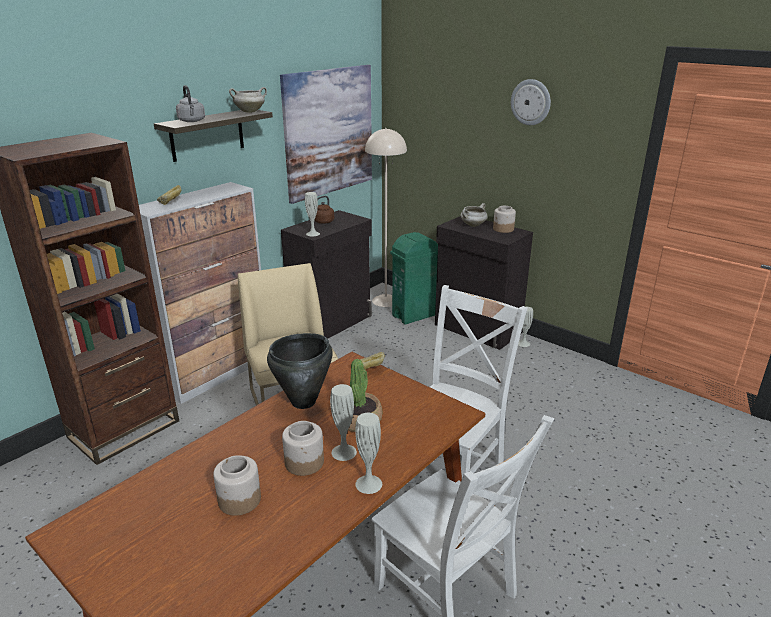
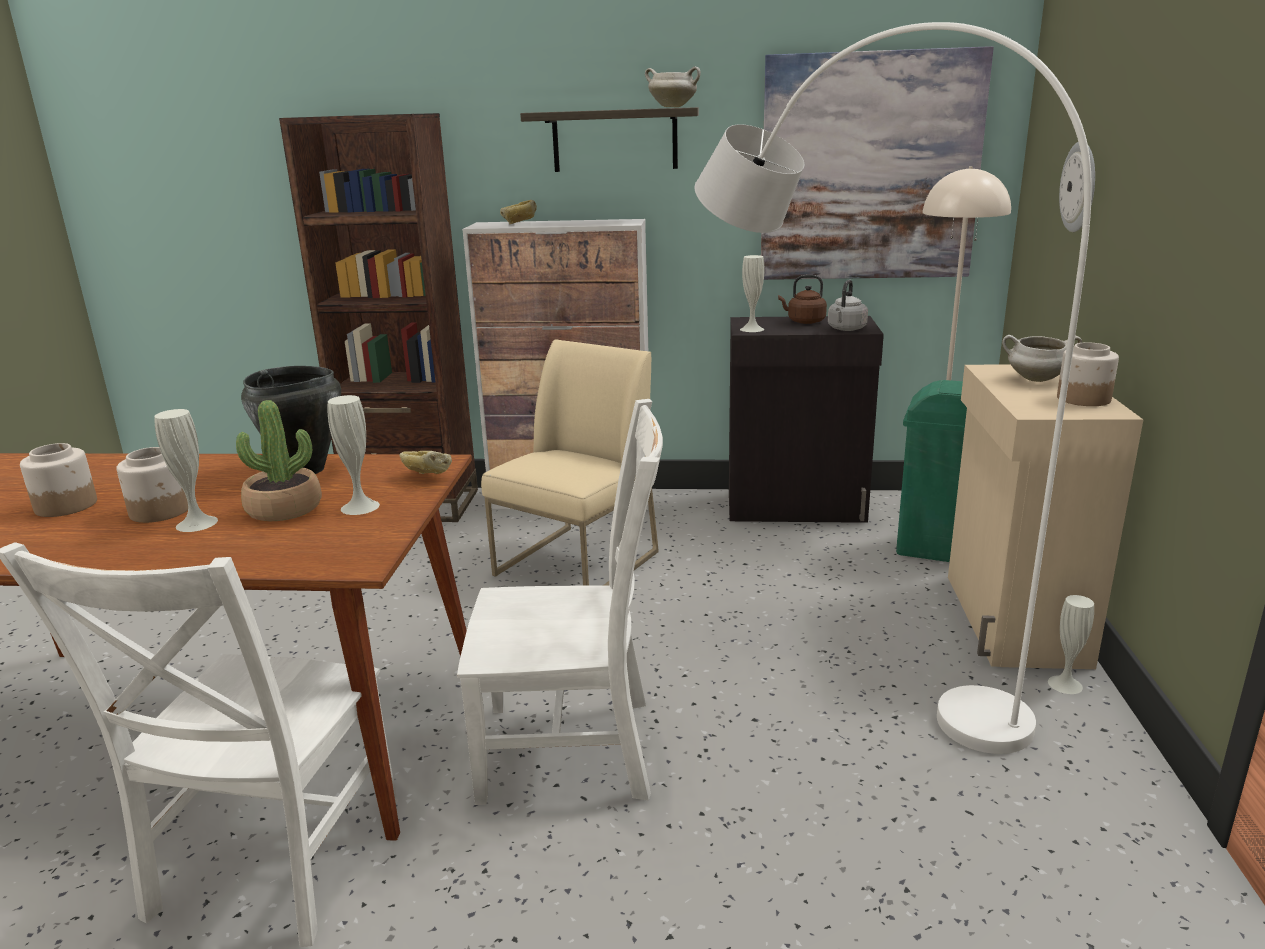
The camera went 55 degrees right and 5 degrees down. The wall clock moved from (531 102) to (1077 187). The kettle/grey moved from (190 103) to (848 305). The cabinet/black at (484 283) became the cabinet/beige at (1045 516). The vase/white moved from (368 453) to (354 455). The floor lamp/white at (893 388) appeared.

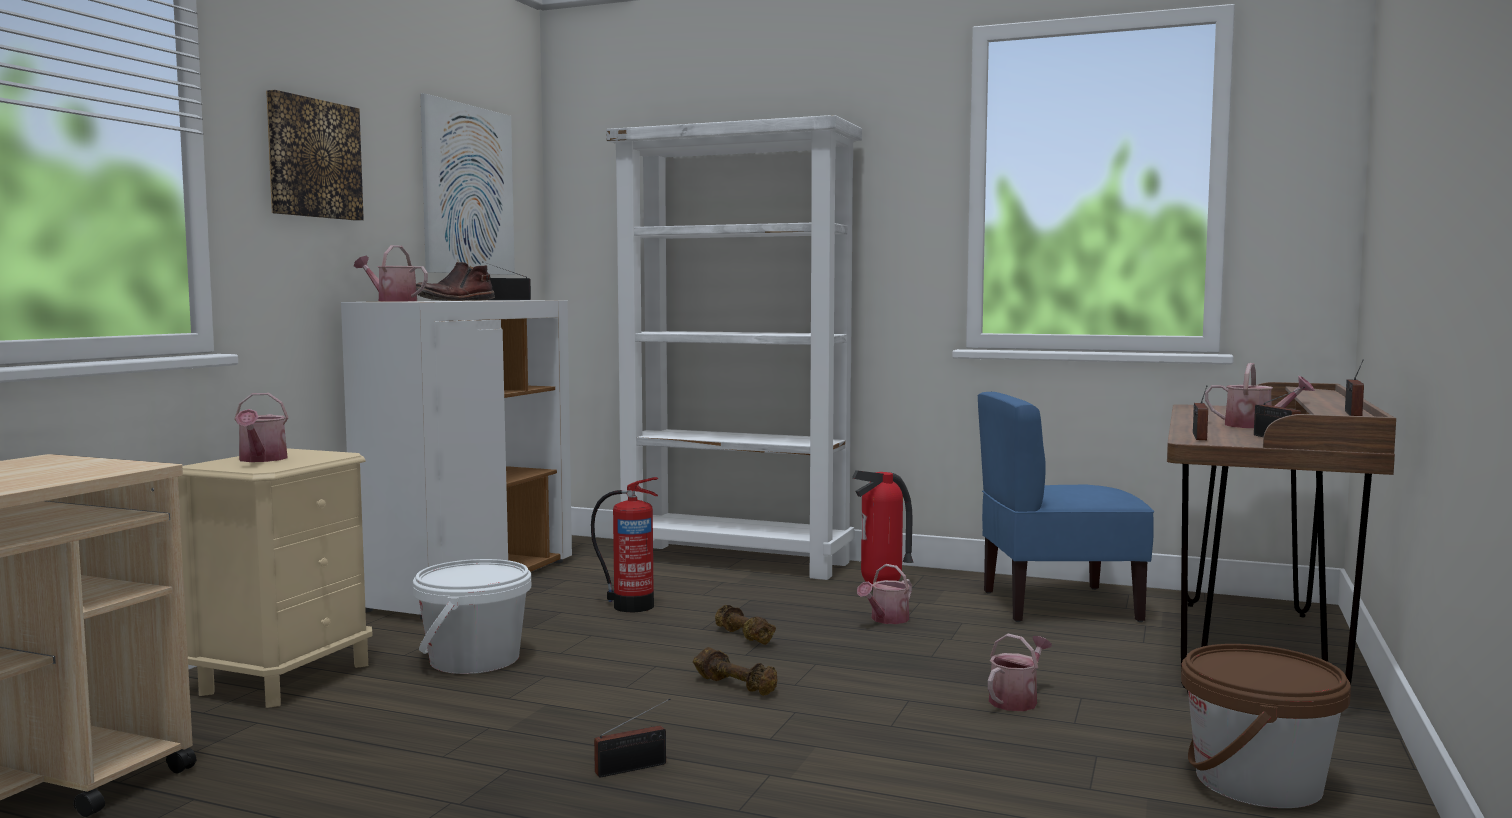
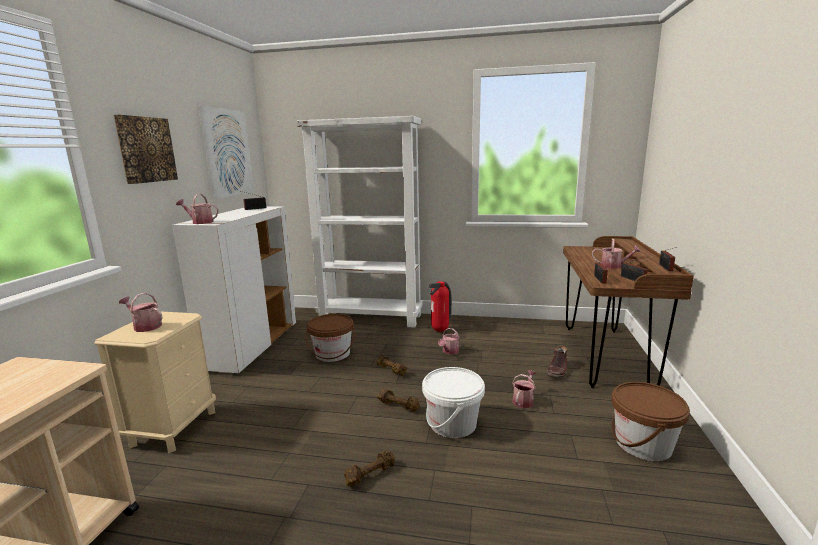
The camera went 10 degrees left and 10 degrees up. The boot/brown moved from (455 281) to (557 362). The chair/blue at (1066 507) disappeared. The watering can at (262 427) turned 135 degrees clockwise. The fire extinguisher at (624 544) was replaced by the bucket/brown at (330 338). The bucket/white moved from (472 616) to (453 402). The radio at (632 738) was replaced by the dumbbell/brown at (369 468).

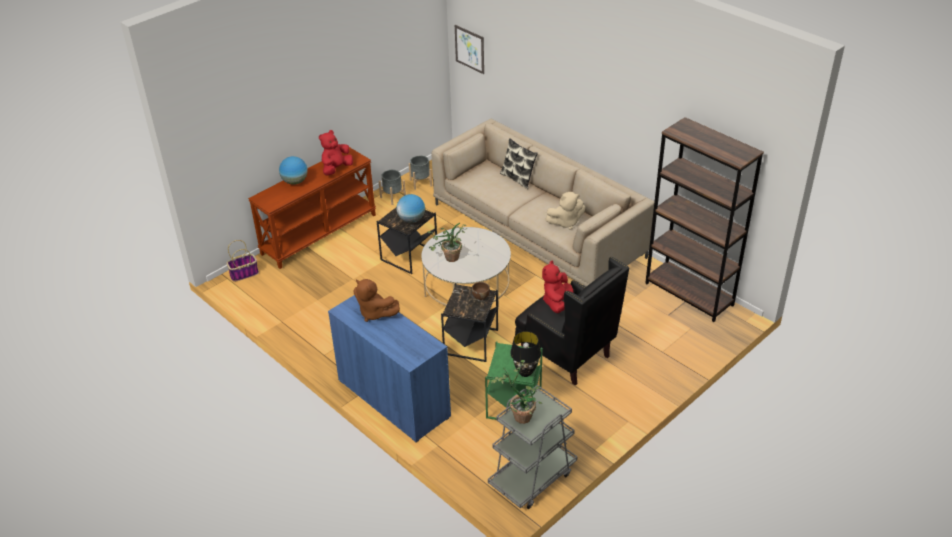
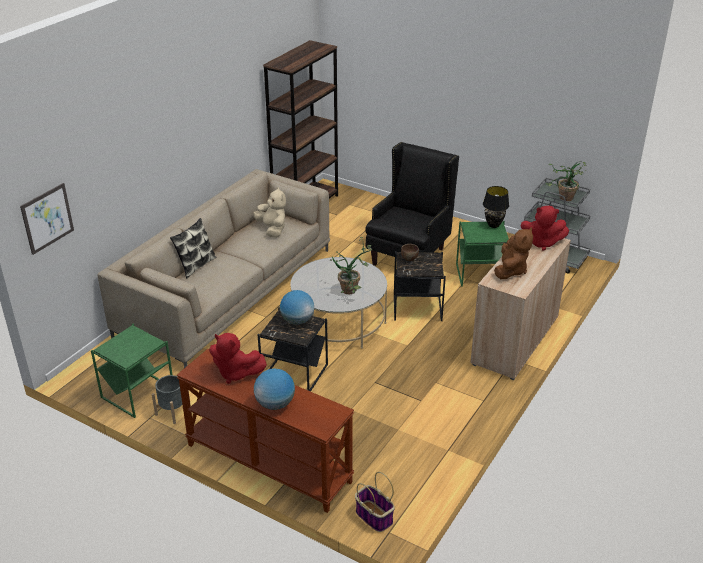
The camera went 105 degrees left and 5 degrees down. The planter/grey at (420 173) was replaced by the side table/green at (132 371). The plush toy/red moved from (558 287) to (544 228). The cabinet/blue at (389 369) became the cabinet/beige at (520 309).

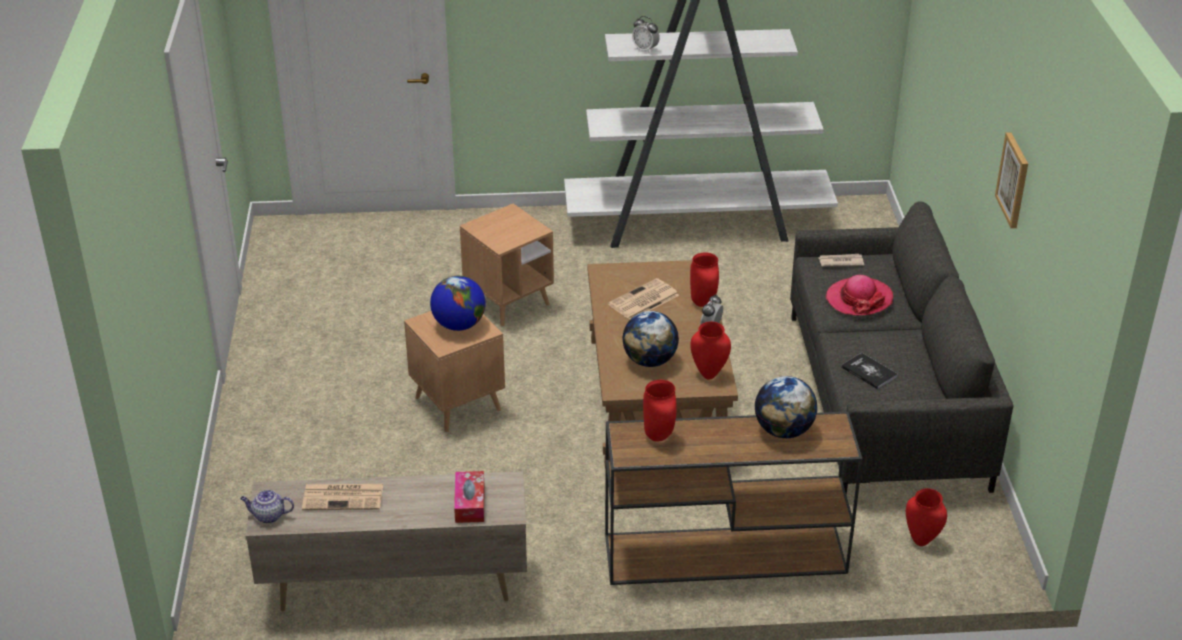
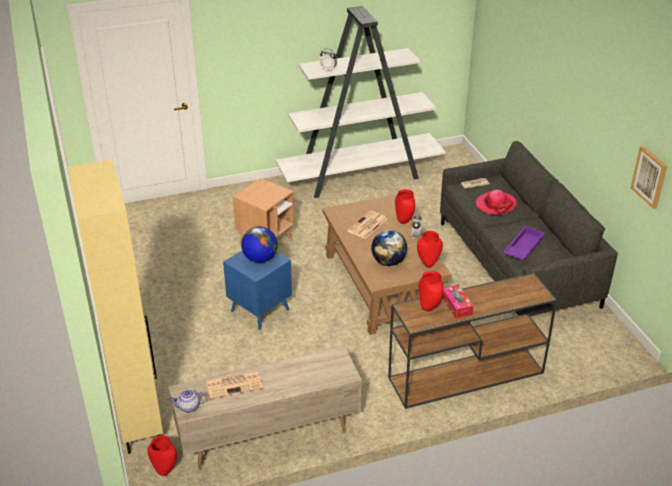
The camera went 15 degrees left and 0 degrees up. The picture moved from (1011 180) to (649 177). The side table/brown at (454 372) became the side table/blue at (257 290). The book at (869 371) was replaced by the tray/purple at (524 243). The globe at (786 407) disappeared. The tissue box moved from (469 497) to (457 302). The vase/red moved from (926 517) to (162 455). The cabinet/beige at (115 307) appeared.

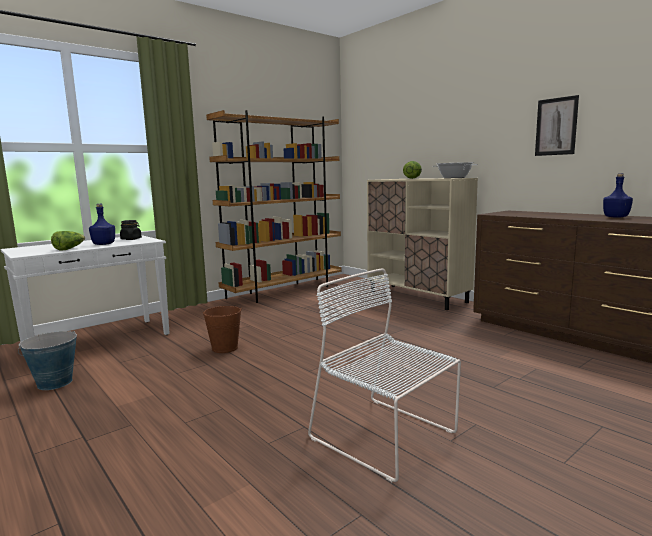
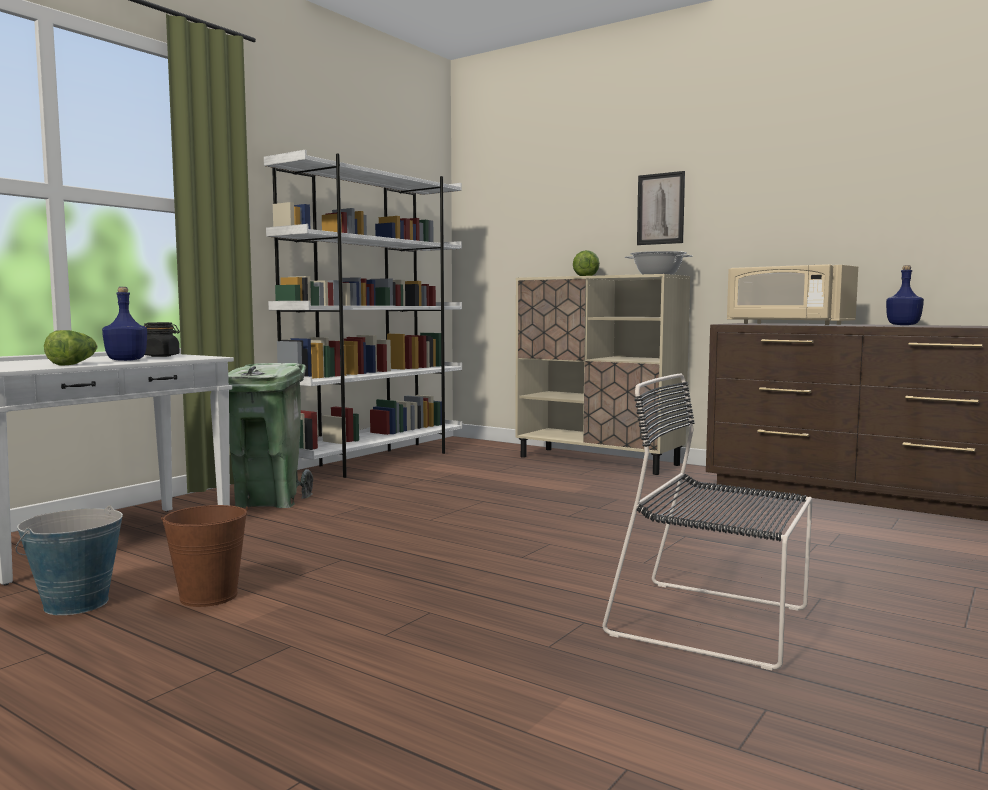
The camera went 15 degrees left and 5 degrees down. The picture moved from (557 125) to (661 208). The bookcase/brown at (273 206) became the bookcase/white at (363 314). The chair/white at (384 375) became the chair/black at (707 521). The bucket/brown moved from (222 329) to (204 556). The microwave/beige at (792 294) appeared. The trash can/green at (270 435) appeared.

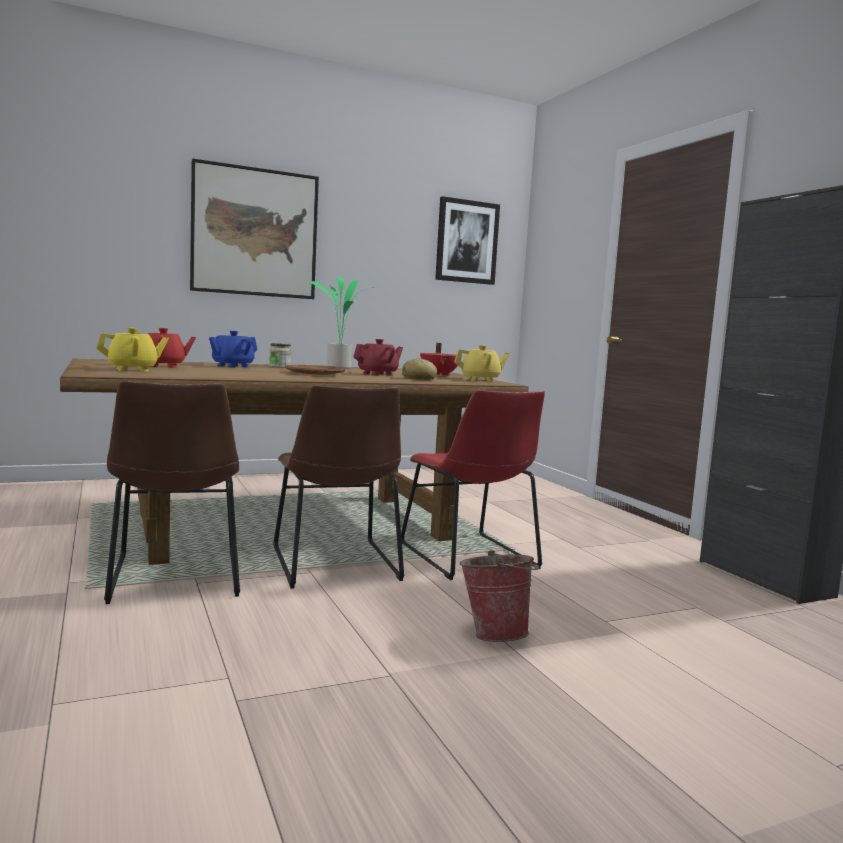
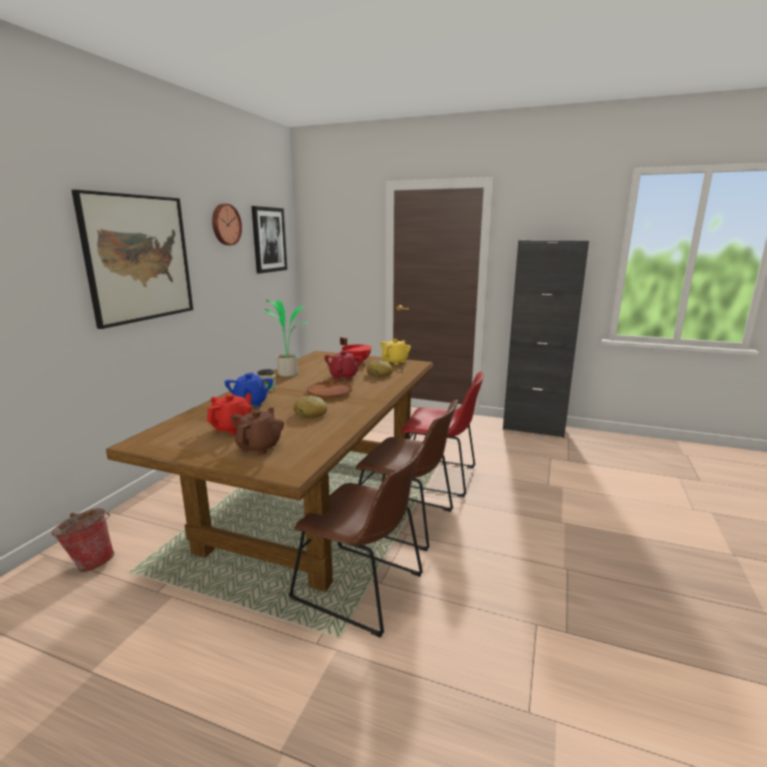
The camera went 45 degrees left and 10 degrees up. The teapot/yellow at (132 350) became the teapot/brown at (257 430). The bucket moved from (499 596) to (83 540). The wall clock at (227 224) appeared. The bread at (310 407) appeared.

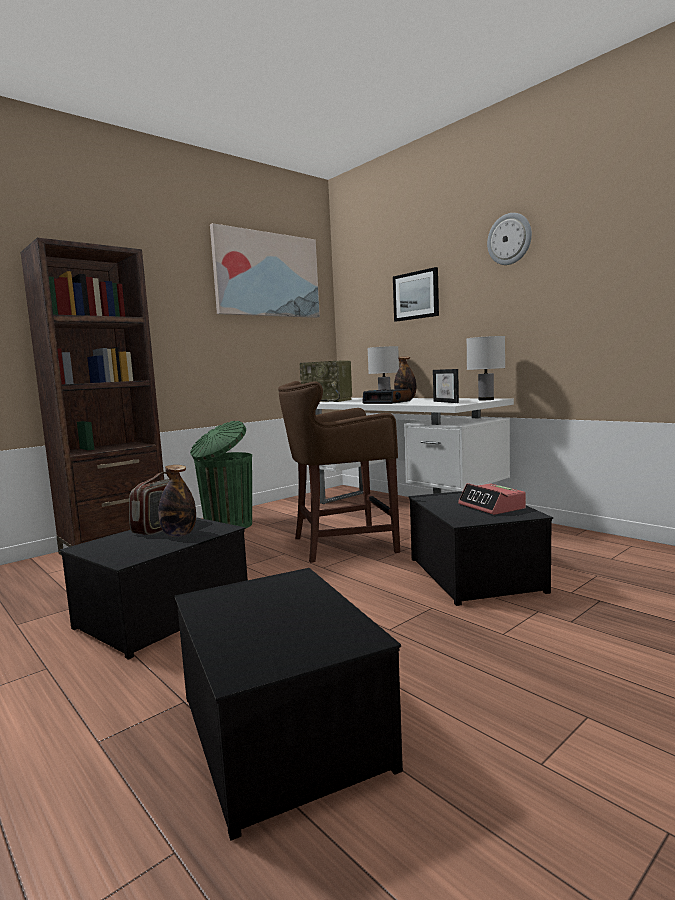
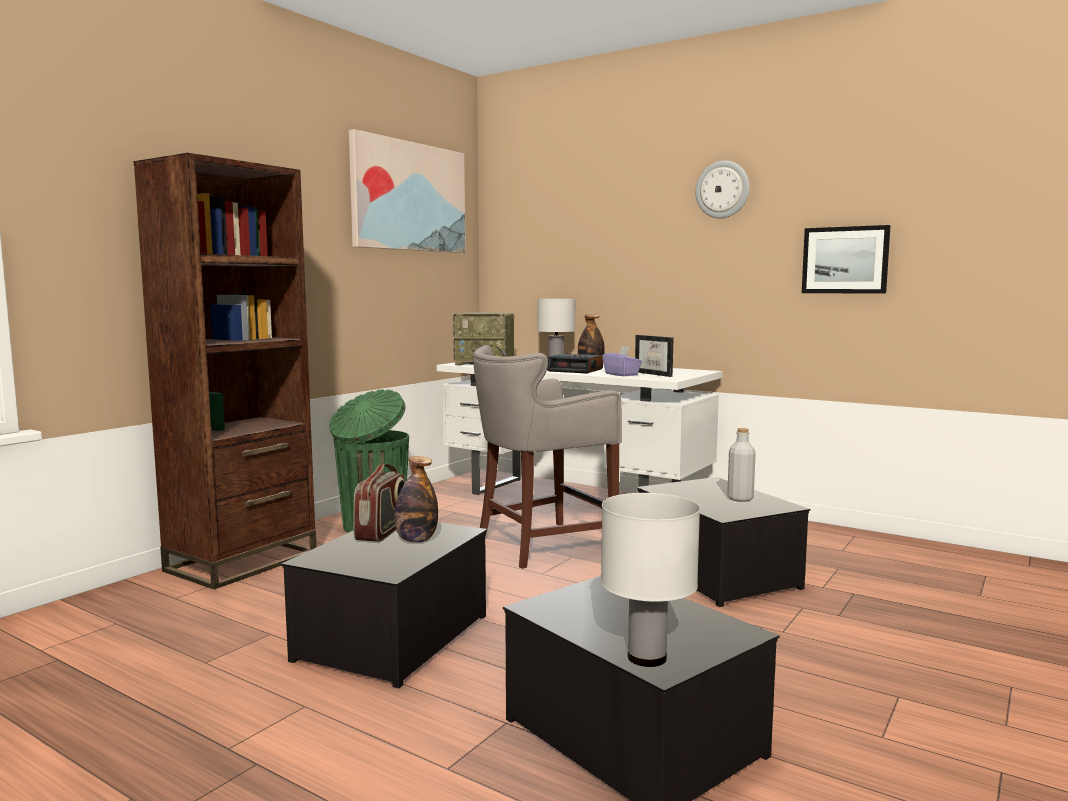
The camera went 15 degrees left and 0 degrees up. The picture moved from (416 294) to (846 259). The table lamp/white moved from (485 368) to (650 580). The stool/brown at (339 472) became the stool/grey at (547 457). The alarm clock at (492 499) was replaced by the bottle/grey at (741 465). The tissue box/purple at (622 361) appeared.

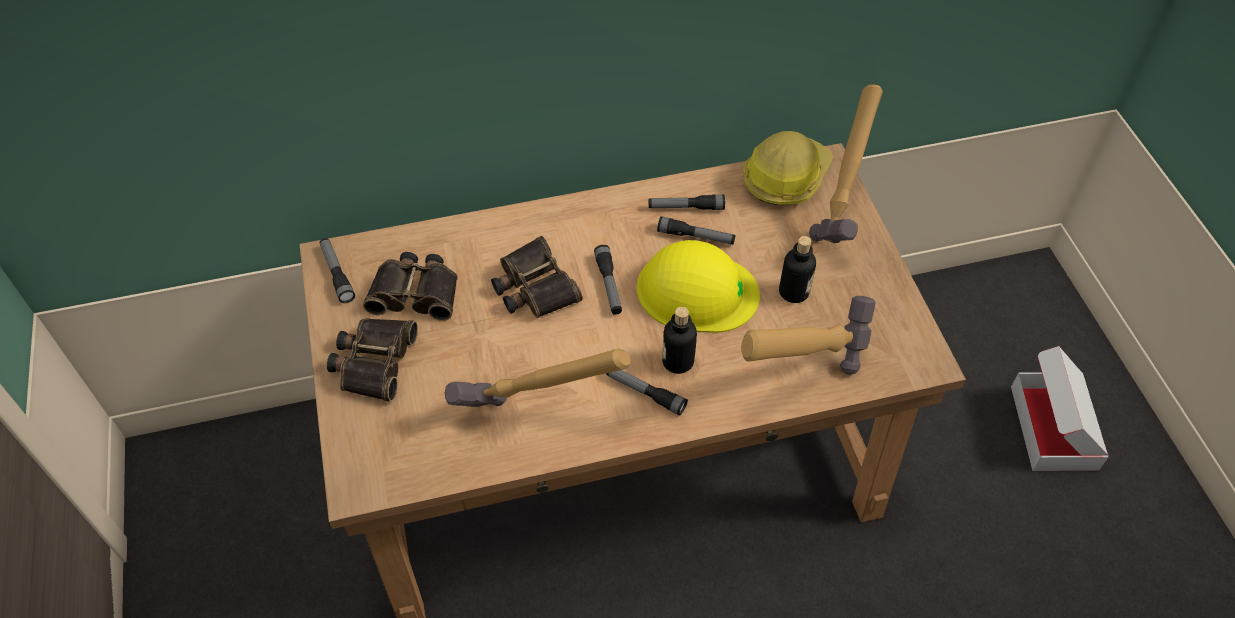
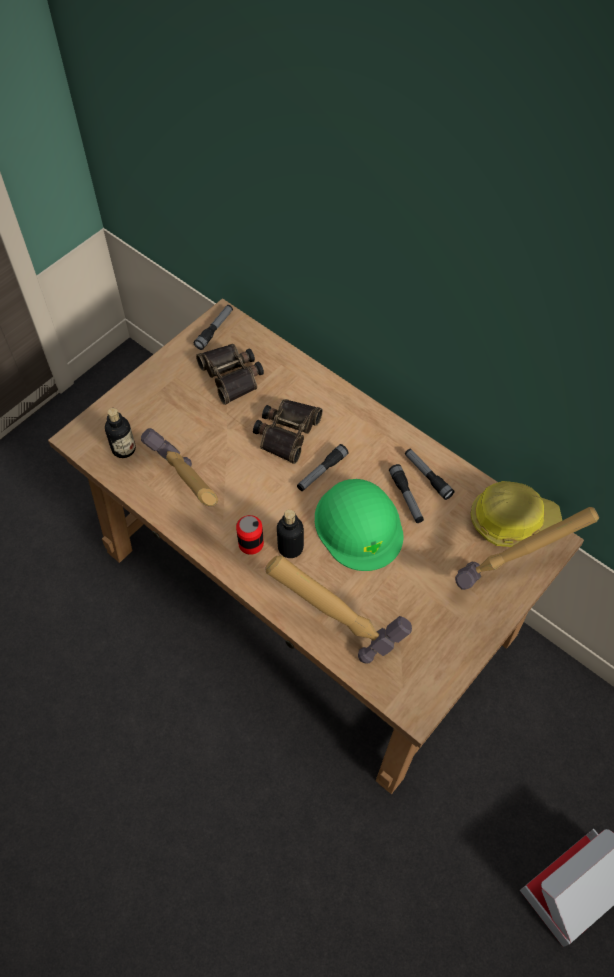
The camera went 55 degrees right and 5 degrees up. The bottle moved from (797 269) to (120 433). The hard hat/yellow at (698 286) became the hard hat/green at (359 525). The binoculars at (372 360) disappeared. The flashlight at (647 392) was replaced by the can at (250 535).

